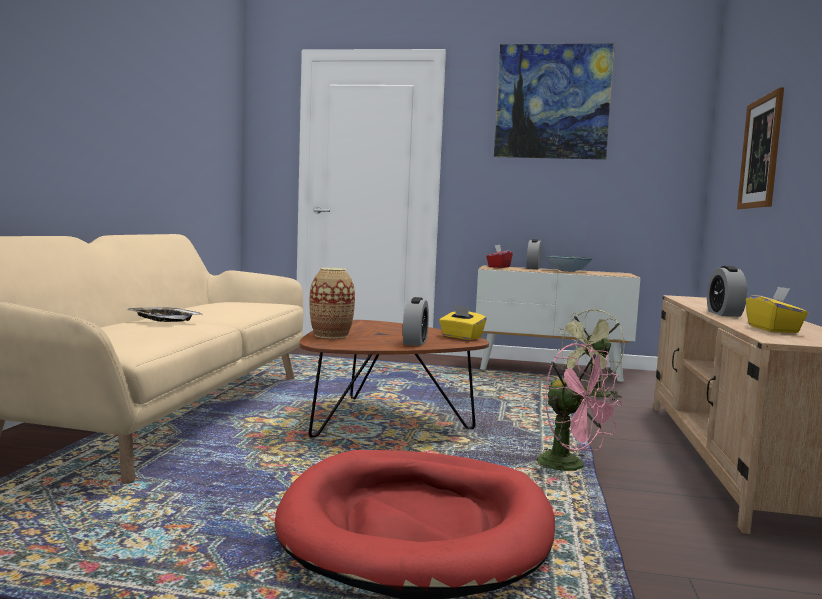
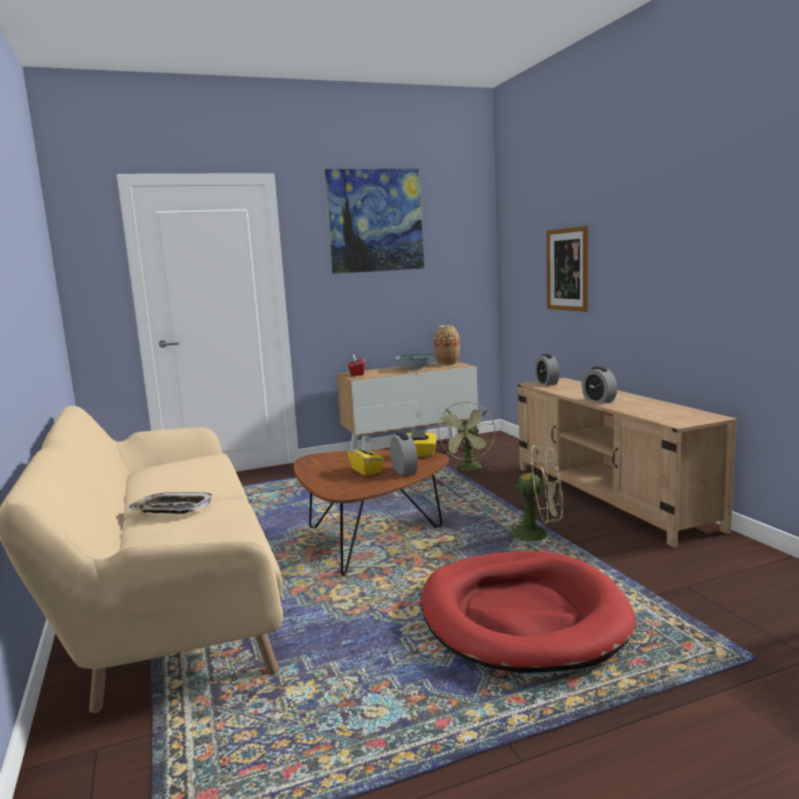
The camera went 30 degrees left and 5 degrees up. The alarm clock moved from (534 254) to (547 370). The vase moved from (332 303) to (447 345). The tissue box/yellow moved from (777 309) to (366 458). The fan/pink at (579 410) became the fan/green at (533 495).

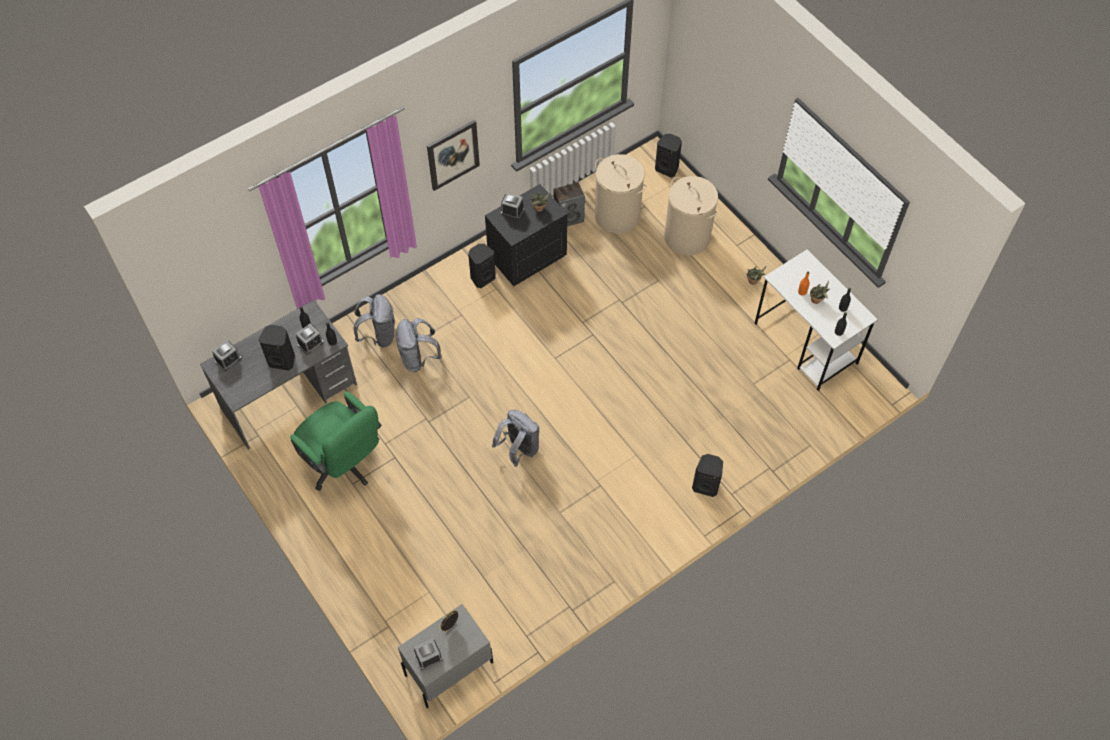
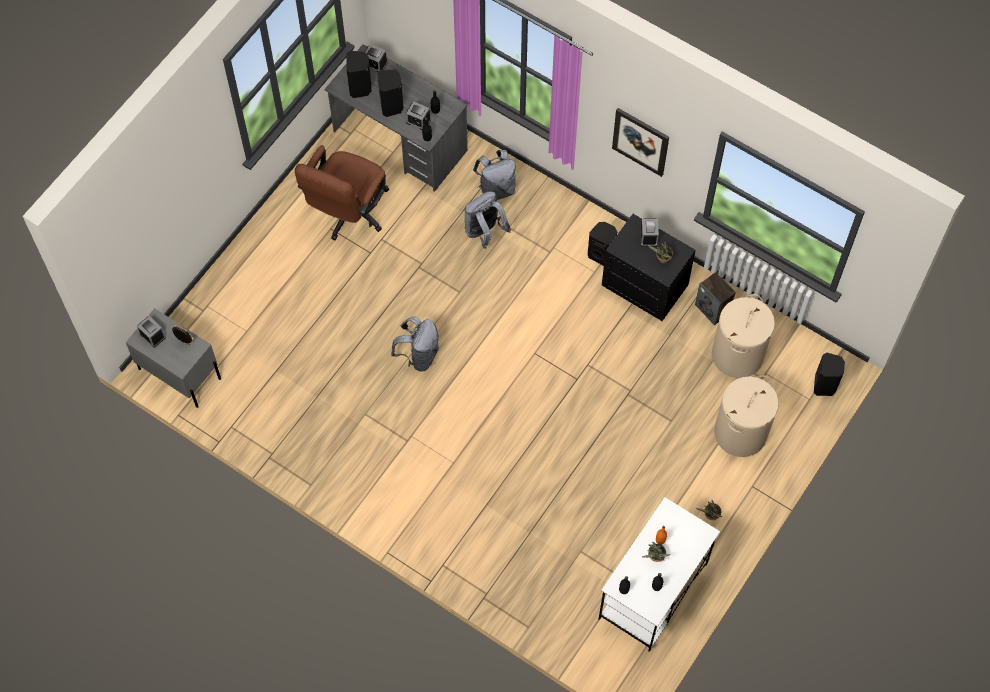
The camera went 70 degrees right and 5 degrees up. The office chair/green at (336 441) became the office chair/brown at (342 192). The speaker/black moved from (707 475) to (358 74).

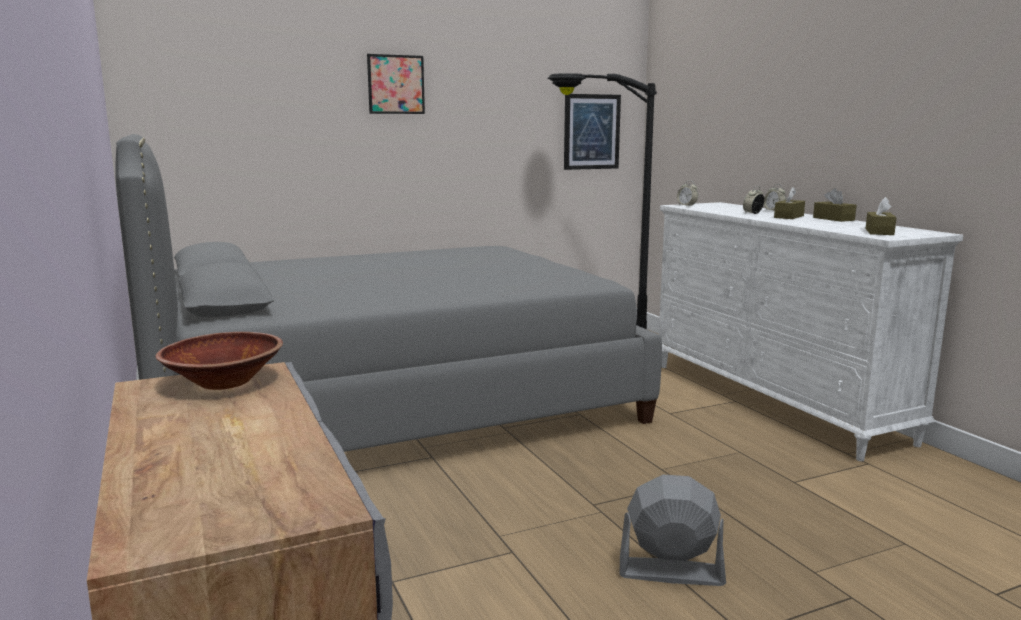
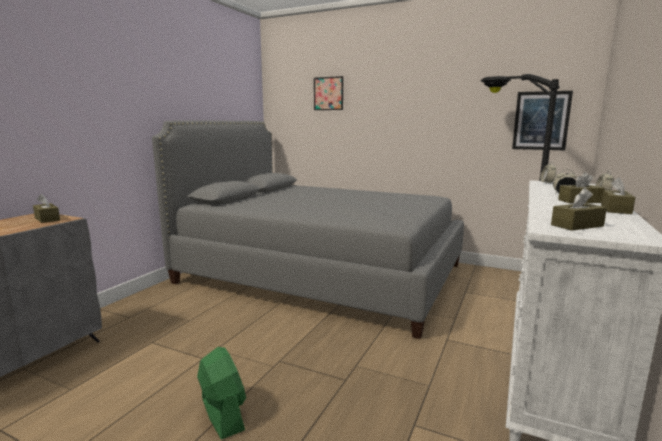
The camera went 50 degrees right and 0 degrees up. The picture moved from (396 84) to (328 93). The bowl/brown at (219 361) was replaced by the tissue box/brown at (46 208). The fan/grey at (673 530) became the fan/green at (221 393).

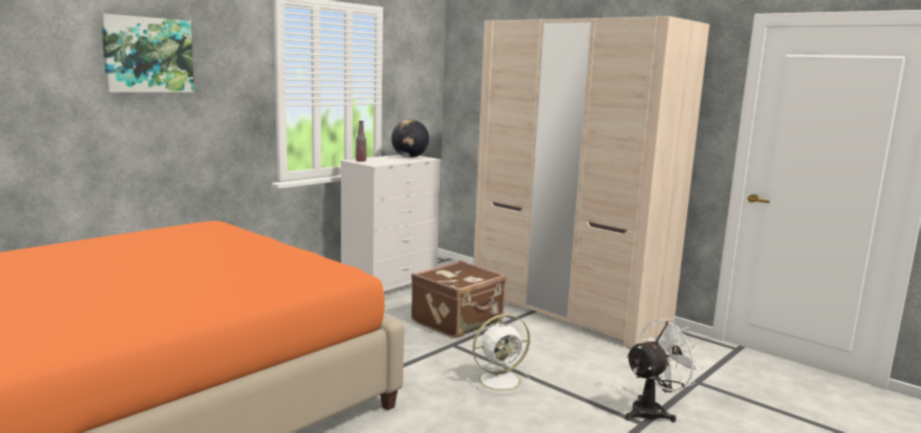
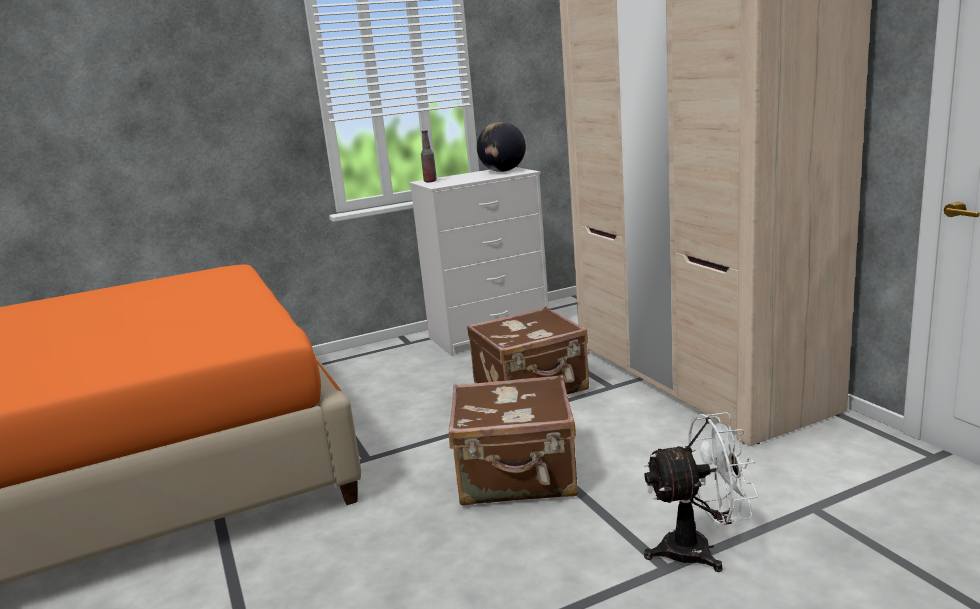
The camera went 25 degrees right and 5 degrees up. The picture at (147 53) disappeared. The fan/white at (498 354) was replaced by the suitcase/brown at (513 440).

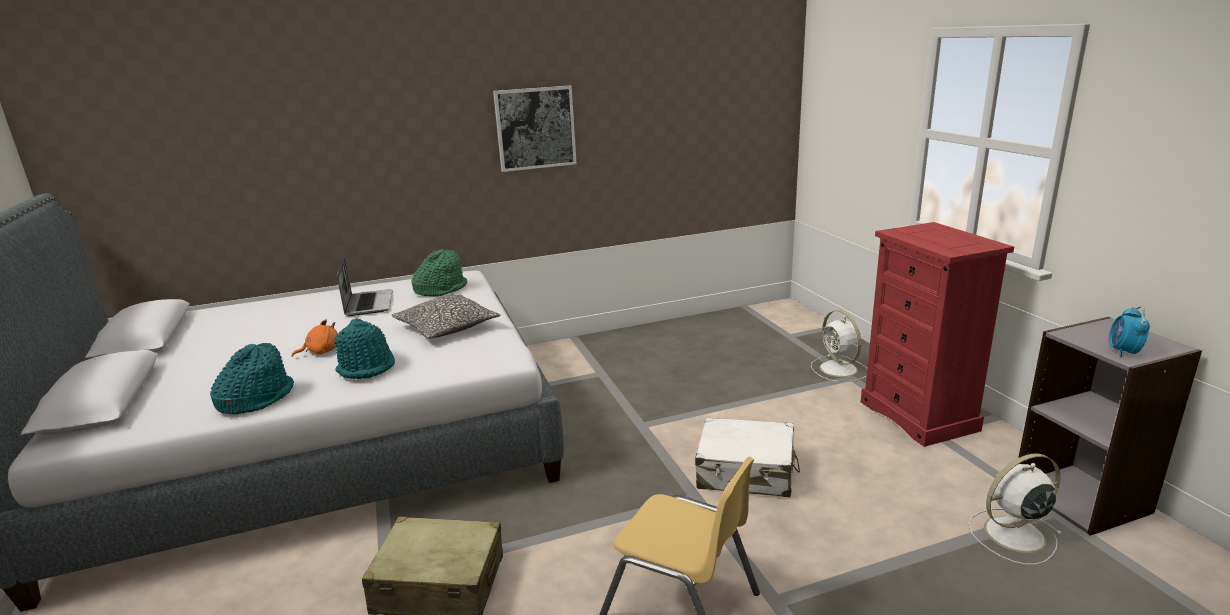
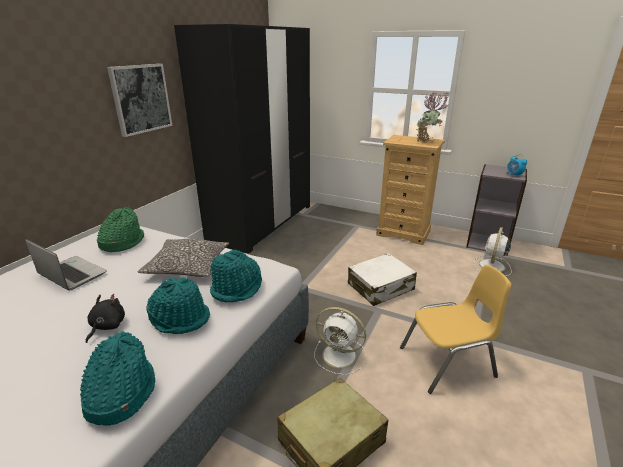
The camera went 45 degrees left and 5 degrees up. The dresser/red at (937 334) became the dresser/beige at (410 190). The fan/white moved from (839 346) to (340 341). The plush toy/orange at (315 338) became the plush toy/black at (105 318). The wardrobe/black at (242 139) appeared. The potted plant at (432 117) appeared. The hat/turquoise at (236 276) appeared.

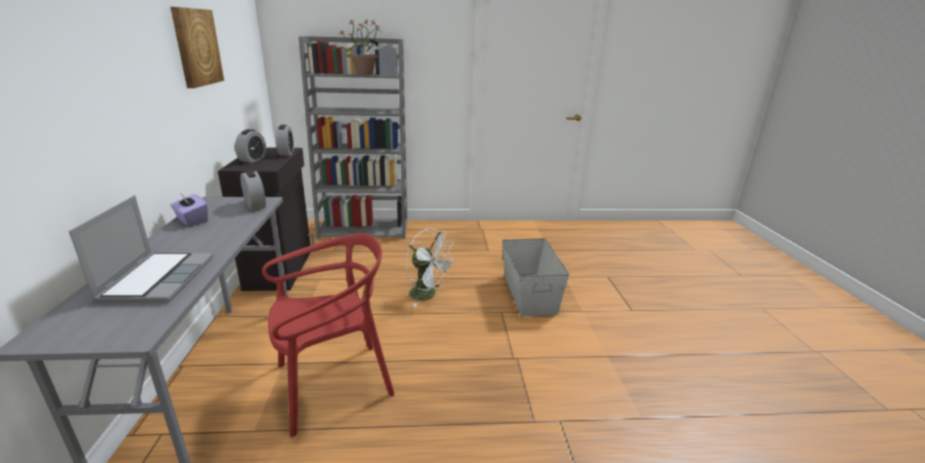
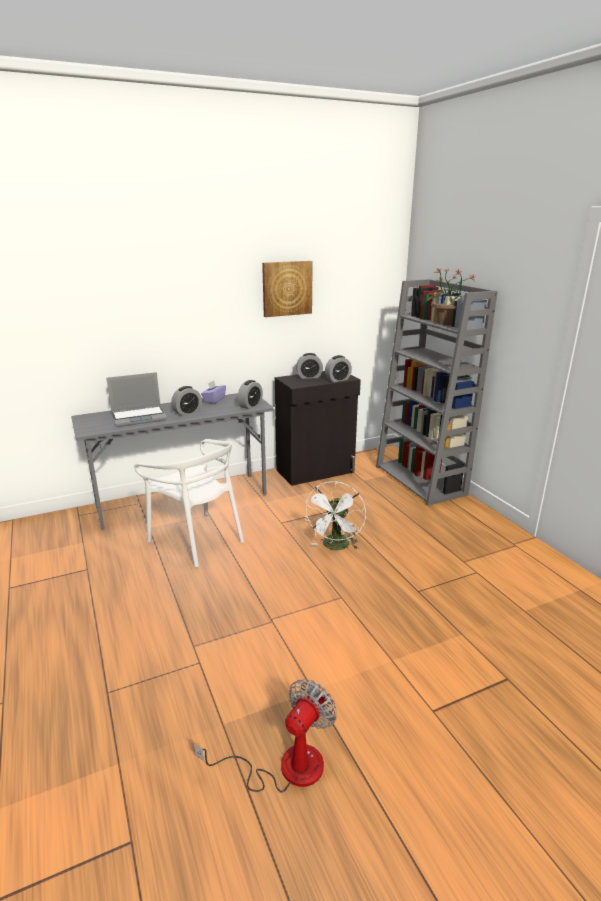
The camera went 70 degrees right and 0 degrees up. The chair/red at (328 335) became the chair/white at (189 503). The storage box/grey at (536 277) disappeared. The alarm clock at (186 401) appeared. The fan at (265 735) appeared.

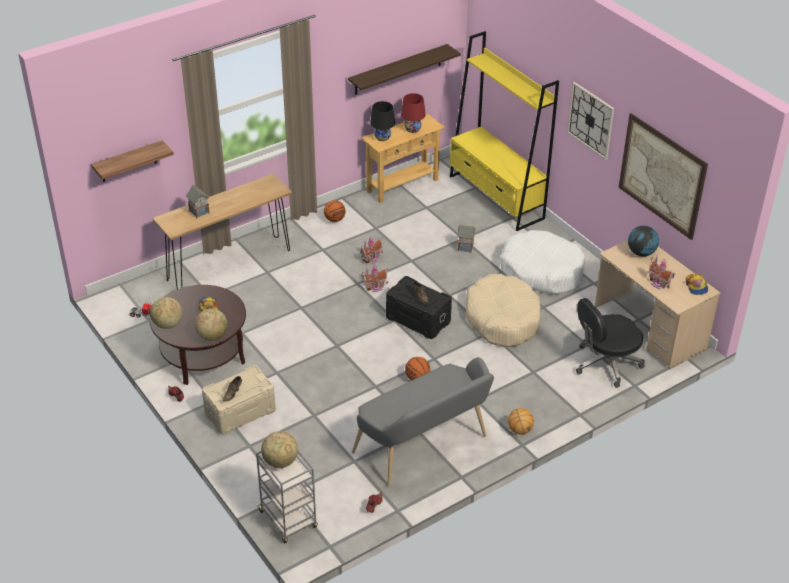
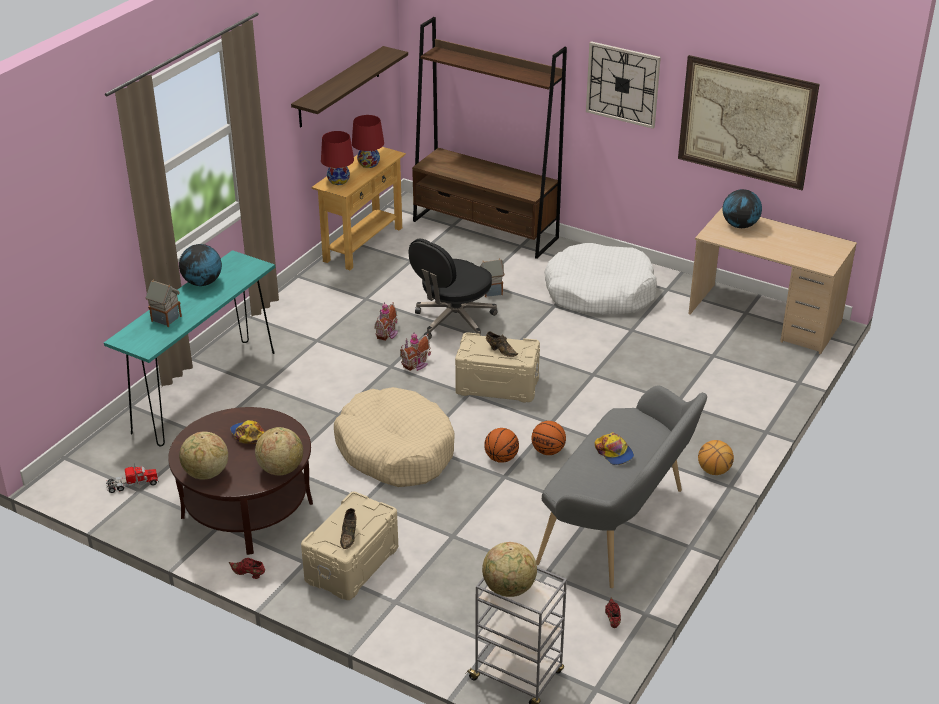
The camera went 25 degrees left and 5 degrees down. The bookcase/yellow at (504 131) became the bookcase/brown at (489 138). The table lamp/black at (382 121) became the table lamp/red at (337 158). The shelf at (132 161) disappeared. The console table/brown at (222 231) became the console table/turquoise at (189 348). The basketball moved from (334 211) to (501 445). The toy house at (662 272) disappeared. The dog bed/beige moved from (503 310) to (394 437). The cap moved from (697 284) to (614 448). The storage box/black at (419 307) became the storage box/beige at (497 367). The office chair/black moved from (610 343) to (453 289). The globe at (200 265) appeared.

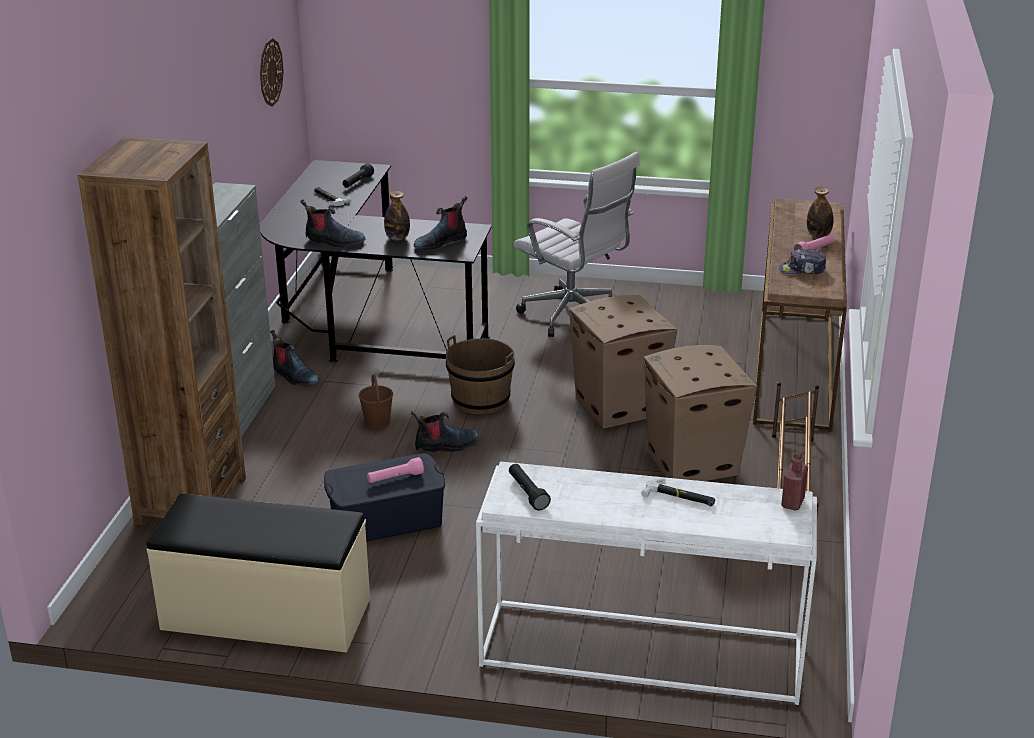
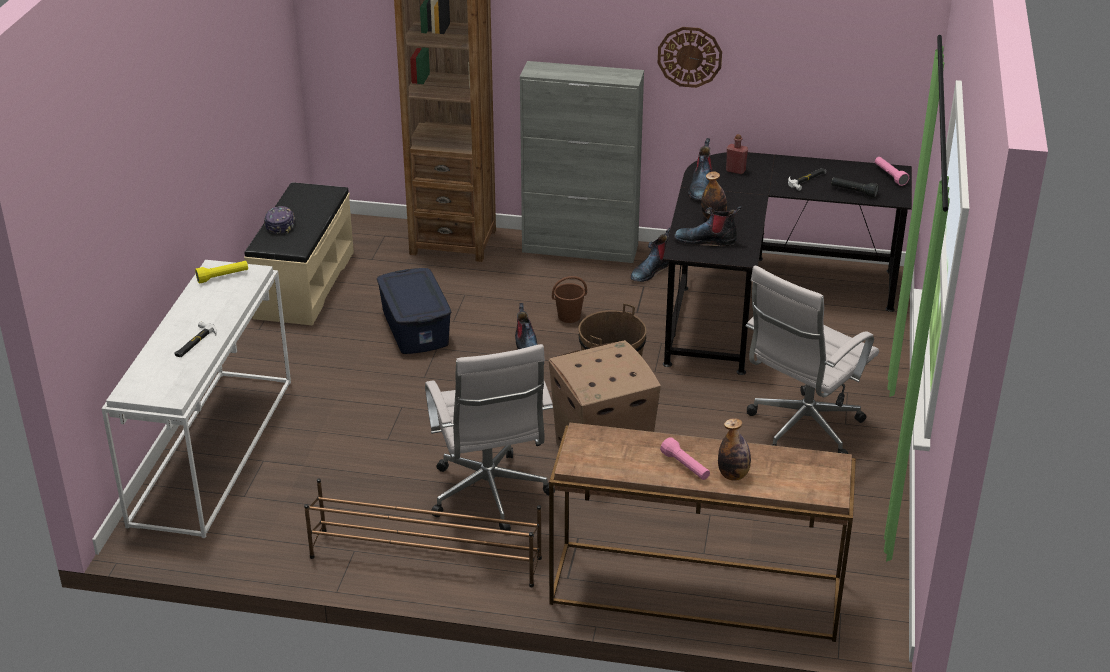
The camera went 90 degrees right and 5 degrees up. The wall clock moved from (272 72) to (690 57). The boot at (440 223) turned 45 degrees counterclockwise. The cap moved from (802 261) to (279 220). The cardboard box at (700 413) was replaced by the office chair/white at (490 437). The bottle/red moved from (794 480) to (737 154). The flashlight/pink moved from (395 470) to (892 171). The flashlight/black at (530 487) became the flashlight/yellow at (221 272).

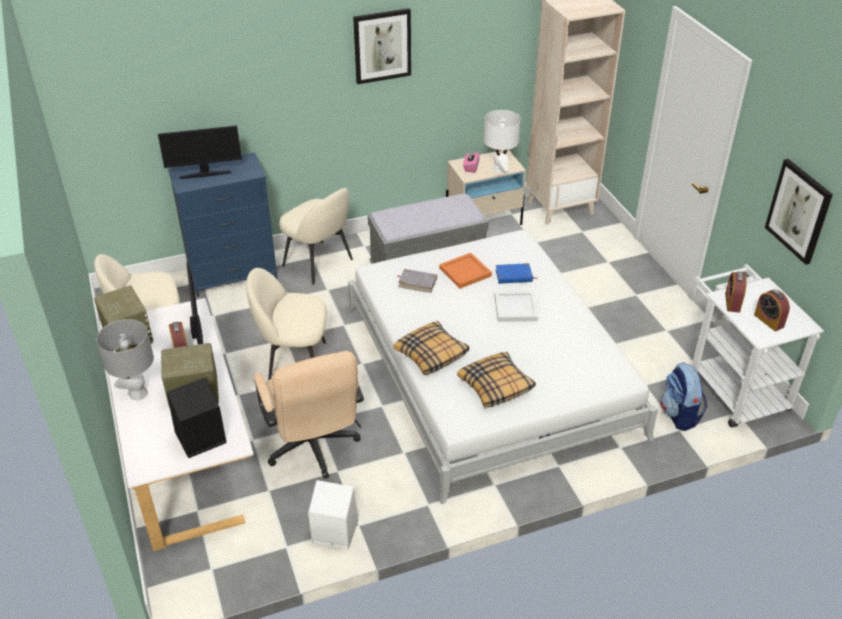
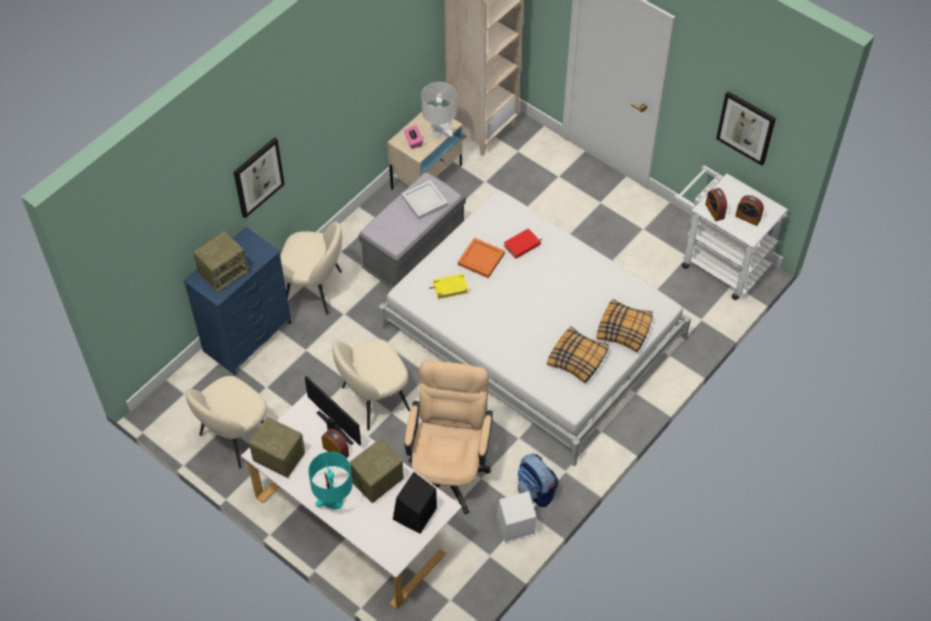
The camera went 30 degrees left and 15 degrees up. The picture moved from (382 46) to (259 177). The monitor at (200 152) was replaced by the radio at (222 262). The book/blue at (516 273) became the book/red at (523 243). The book/grey at (417 281) became the book/yellow at (448 286). The tray/white moved from (516 306) to (424 199). The table lamp/grey at (125 360) became the table lamp/turquoise at (330 481). The pillow moved from (431 348) to (625 325). The office chair/beige at (309 415) turned 120 degrees counterclockwise. The backpack moved from (684 396) to (538 480).

